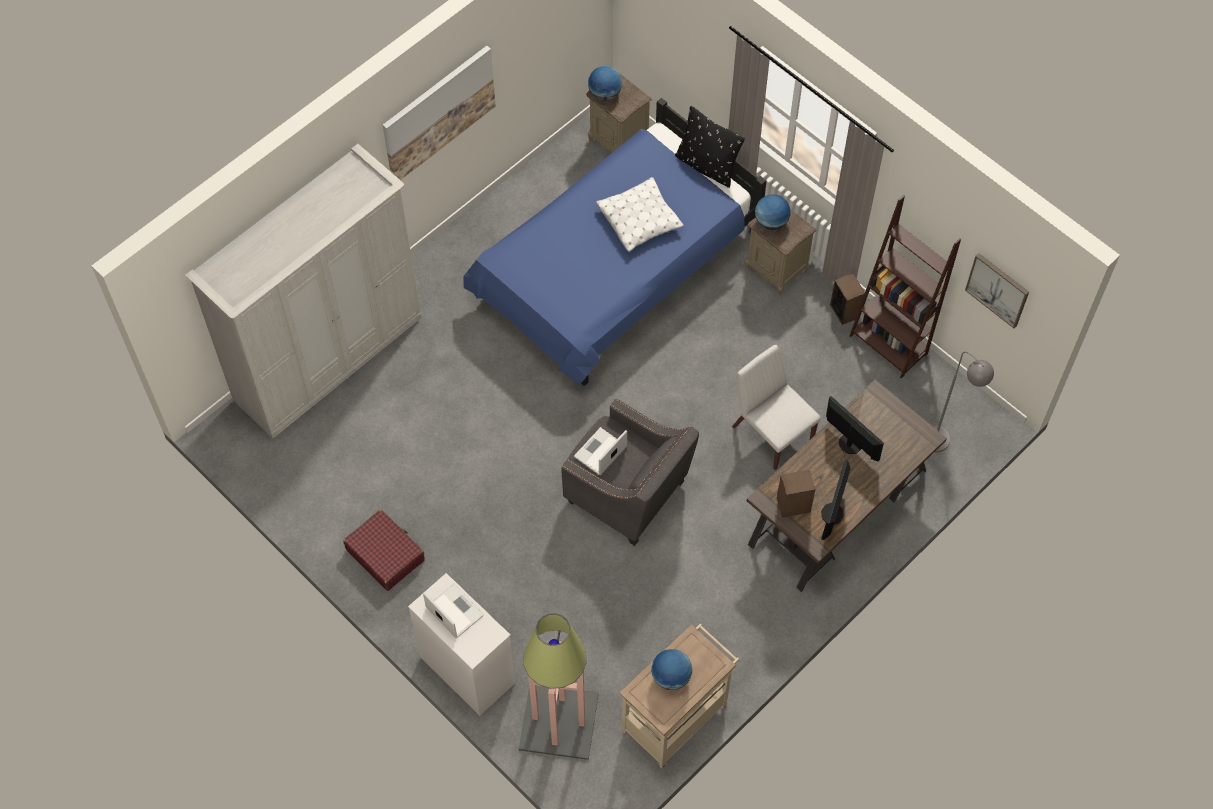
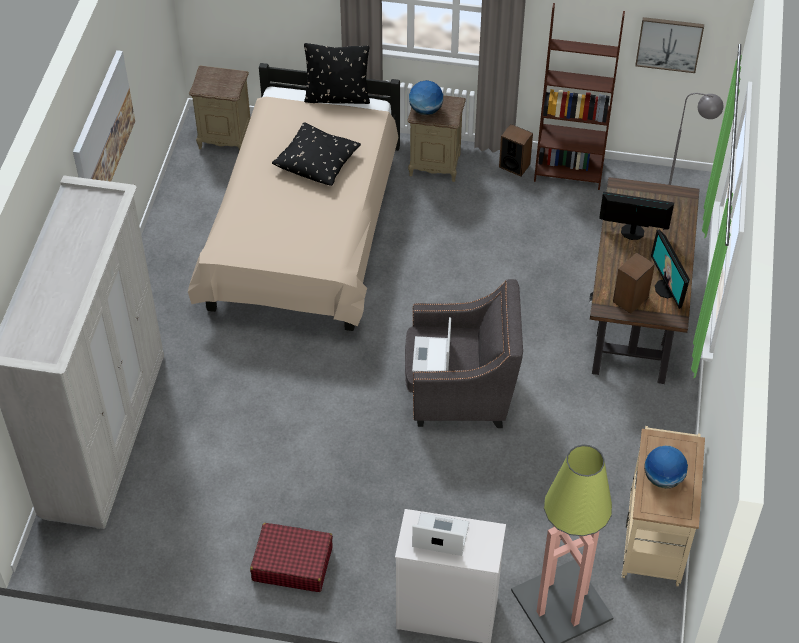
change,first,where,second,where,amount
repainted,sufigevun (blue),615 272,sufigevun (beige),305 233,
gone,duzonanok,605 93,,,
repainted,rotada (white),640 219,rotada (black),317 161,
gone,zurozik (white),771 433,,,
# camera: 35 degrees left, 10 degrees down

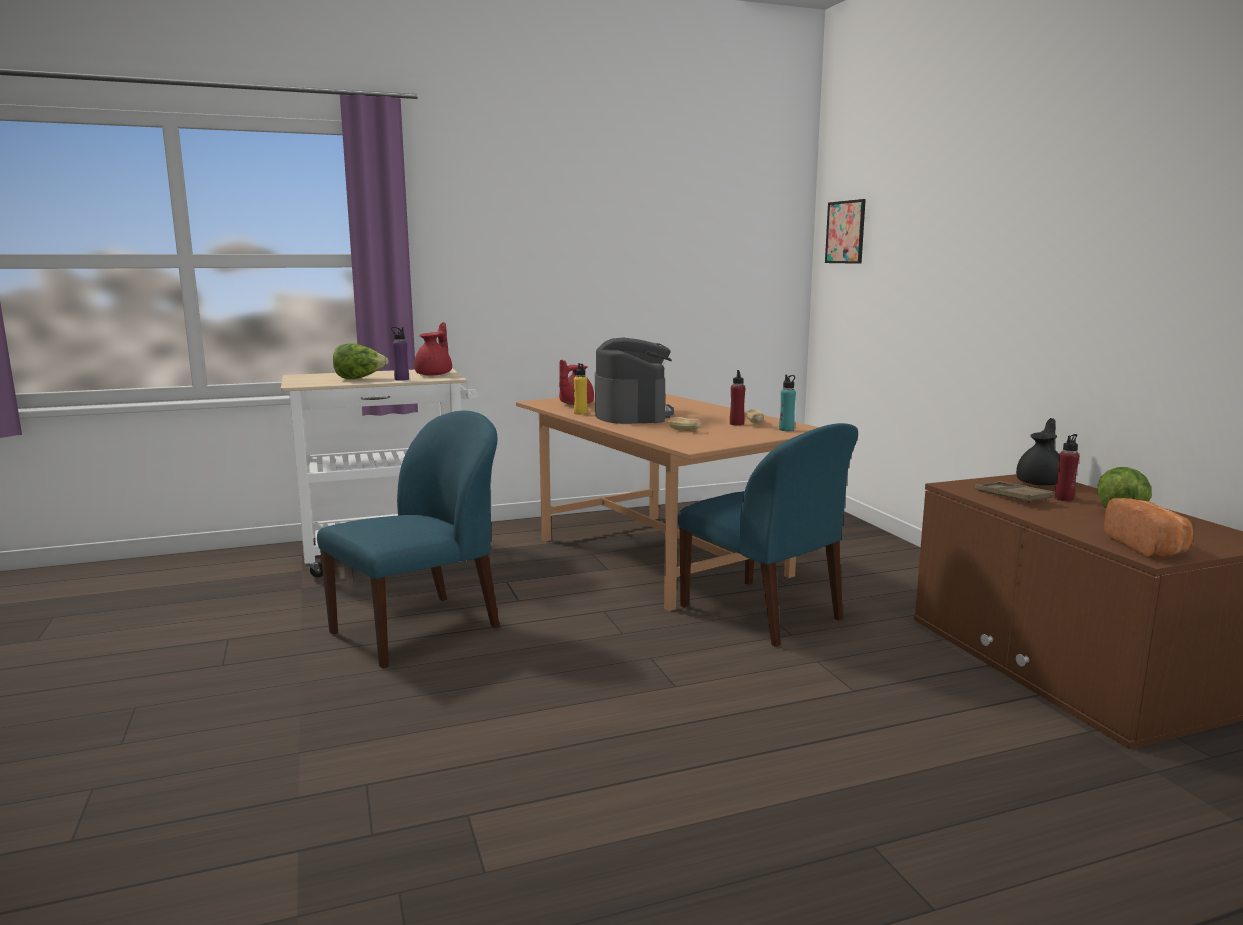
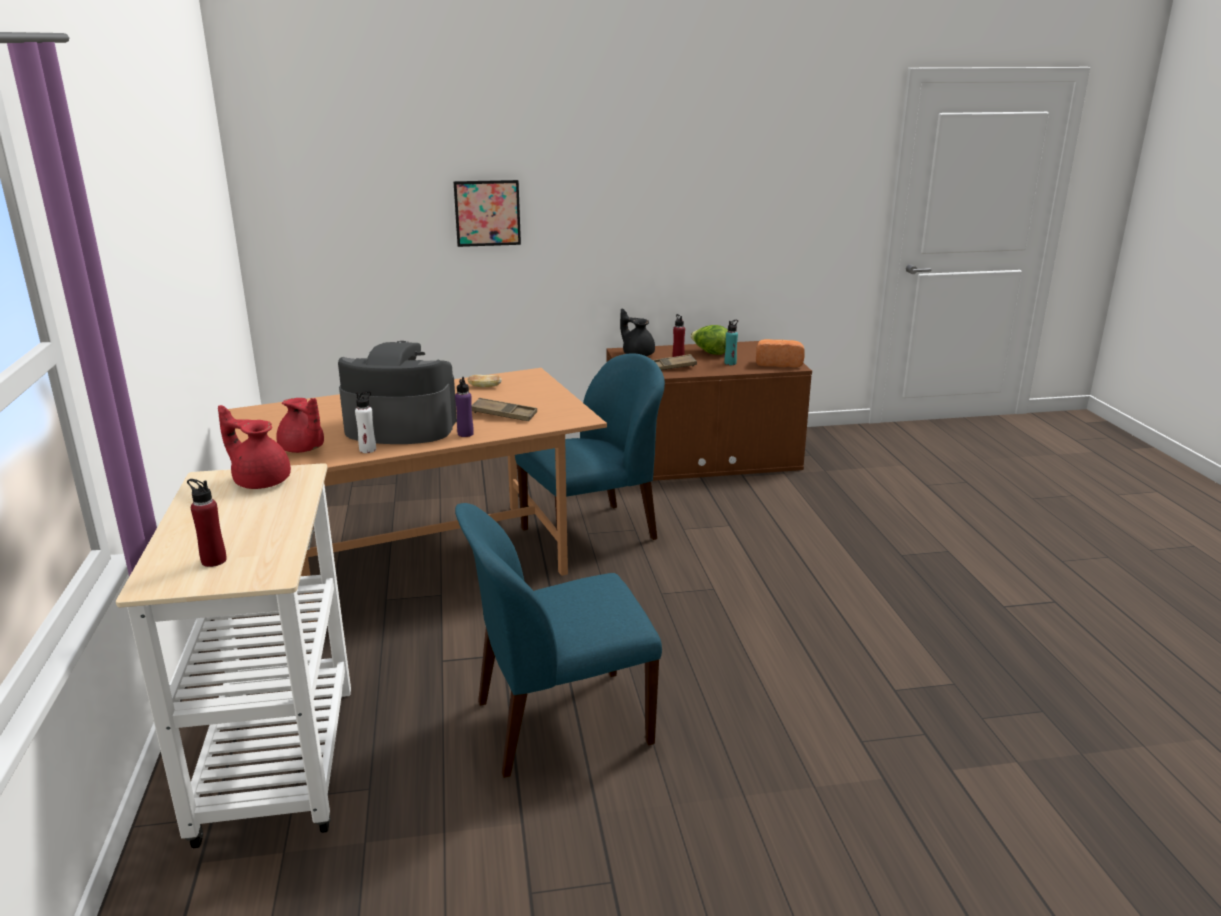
change,first,where,second,where,amount
rotated,zurozik (blue),419 630,,559 723,75 degrees counterclockwise
gone,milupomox,359 379,,,
shifted,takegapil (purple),401 379,,465 434,
repainted,takegapil (yellow),580 413,takegapil (white),368 450,
swapped,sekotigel,683 430,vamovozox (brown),503 414,
shifted,takegapil (red),736 424,,213 560,
shifted,takegapil (turquoise),786 429,,730 363,
shifted,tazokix,845 232,,487 213,
# camera: 80 degrees left, 10 degrees up

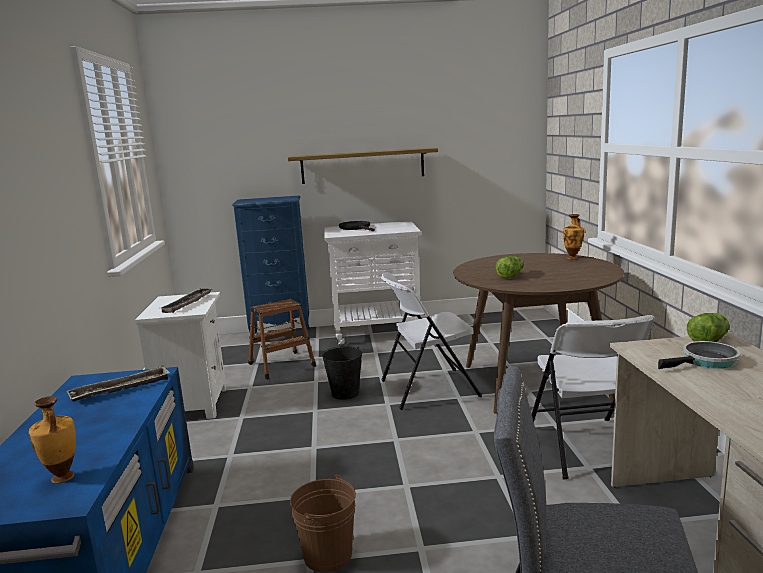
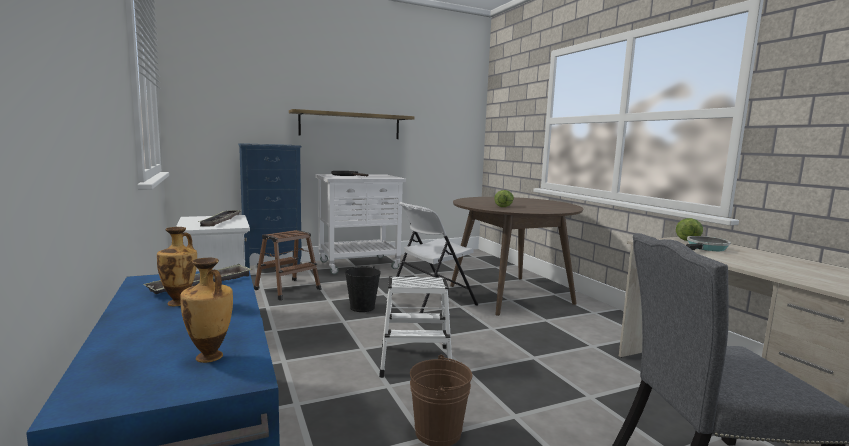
change,first,where,second,where,amount
gone,zurozik (white),587 447,,,
shifted,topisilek,573 258,,180 302,
new,,,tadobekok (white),415 360,
# camera: 20 degrees left, 5 degrees down

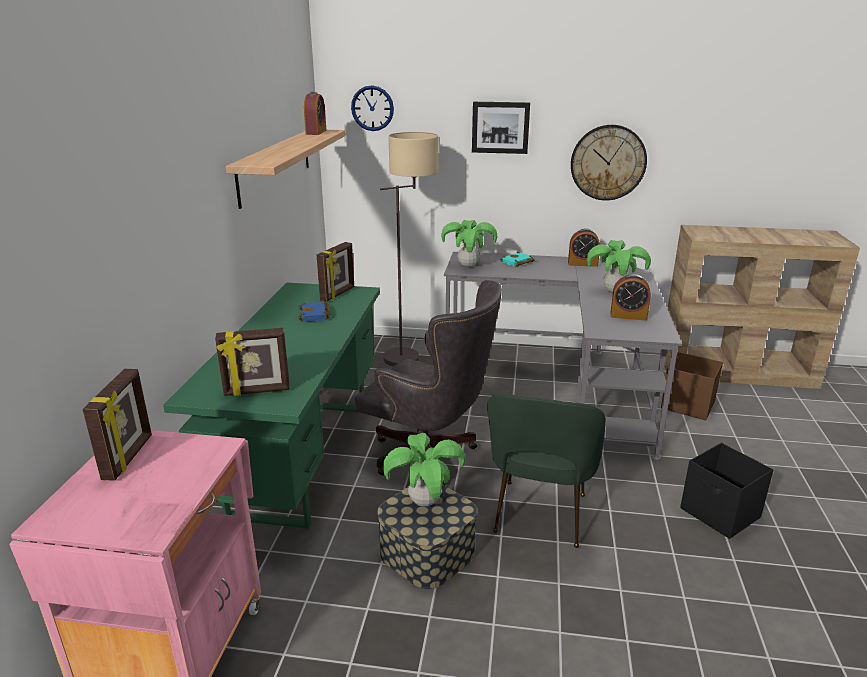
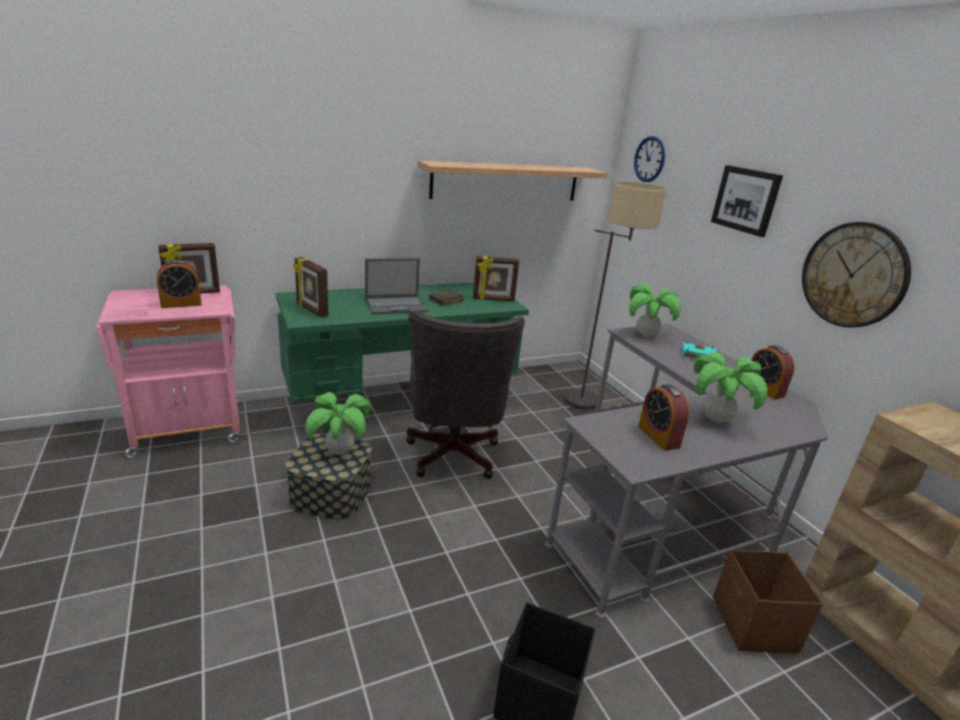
change,first,where,second,where,amount
repainted,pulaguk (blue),315 315,pulaguk (black),446 301,
shifted,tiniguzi,316 132,,181 304,
gone,zurozik (green),538 519,,,
new,,,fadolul,396 305,
# camera: 55 degrees right, 0 degrees up

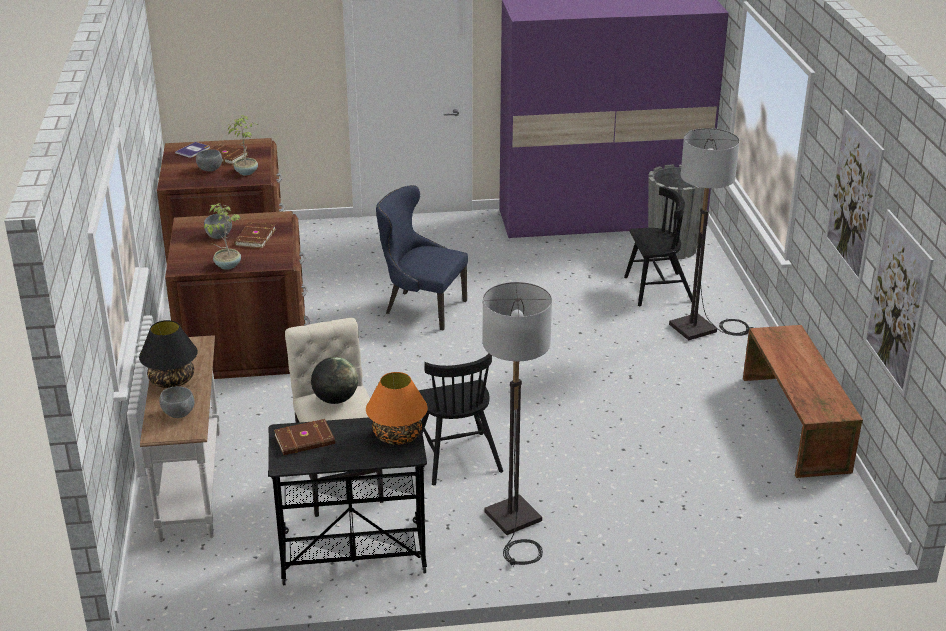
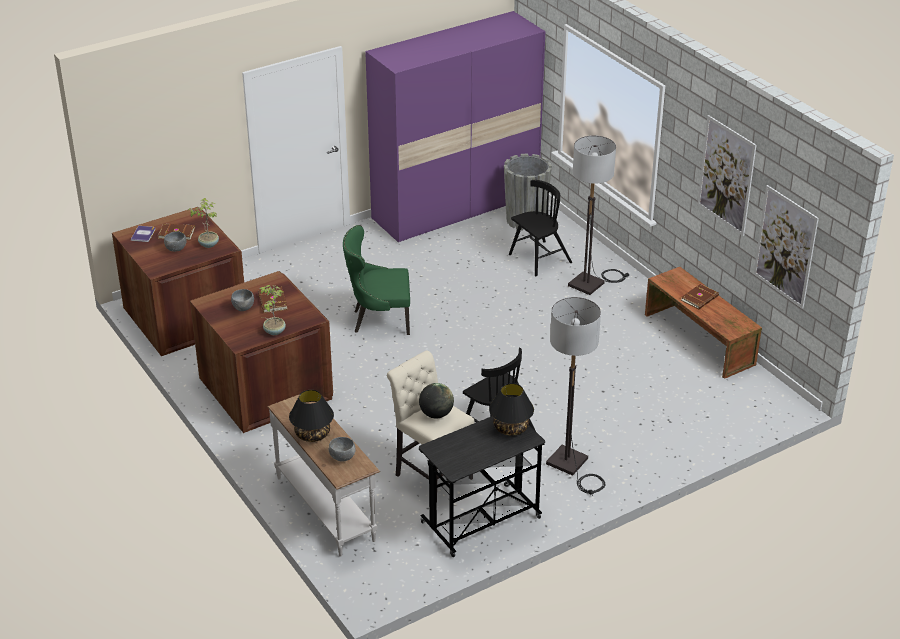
change,first,where,second,where,amount
shifted,pulaguk (brown),305 440,,700 298,
repainted,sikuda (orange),397 435,sikuda (black),510 428,
repainted,zurozik (blue),422 308,zurozik (green),379 320,
# camera: 25 degrees left, 5 degrees up

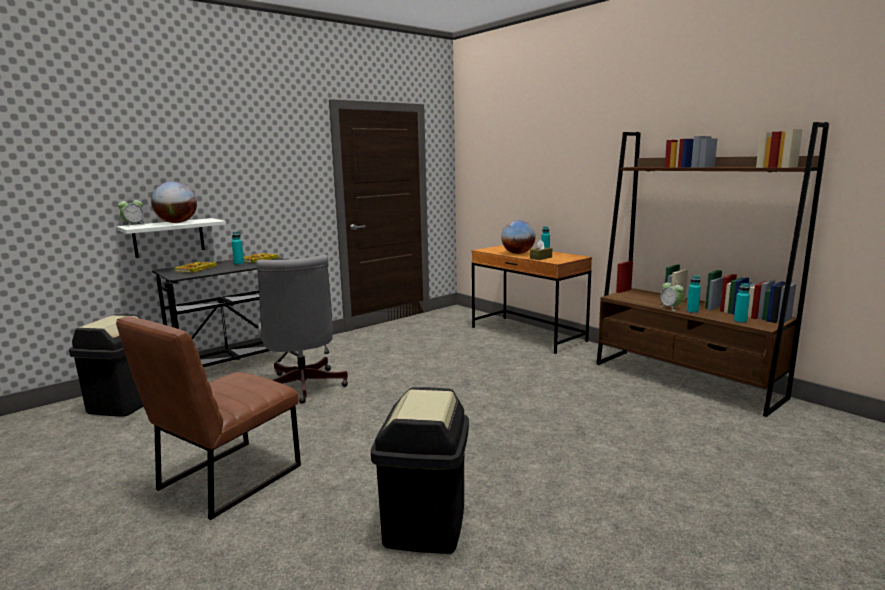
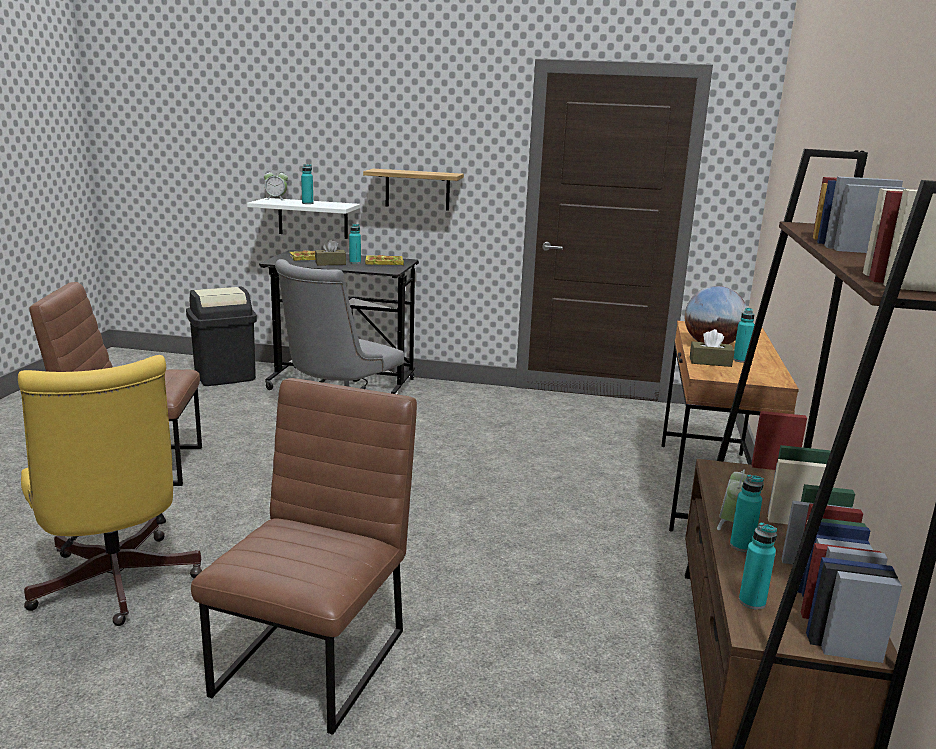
change,first,where,second,where,amount
swapped,duzonanok,177 223,takegapil (turquoise),307 203,
swapped,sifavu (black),426 525,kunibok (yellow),115 587,
new,,,zurozik (brown),315 658,
new,,,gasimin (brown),330 263,
new,,,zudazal,417 189,
# camera: 50 degrees right, 5 degrees up

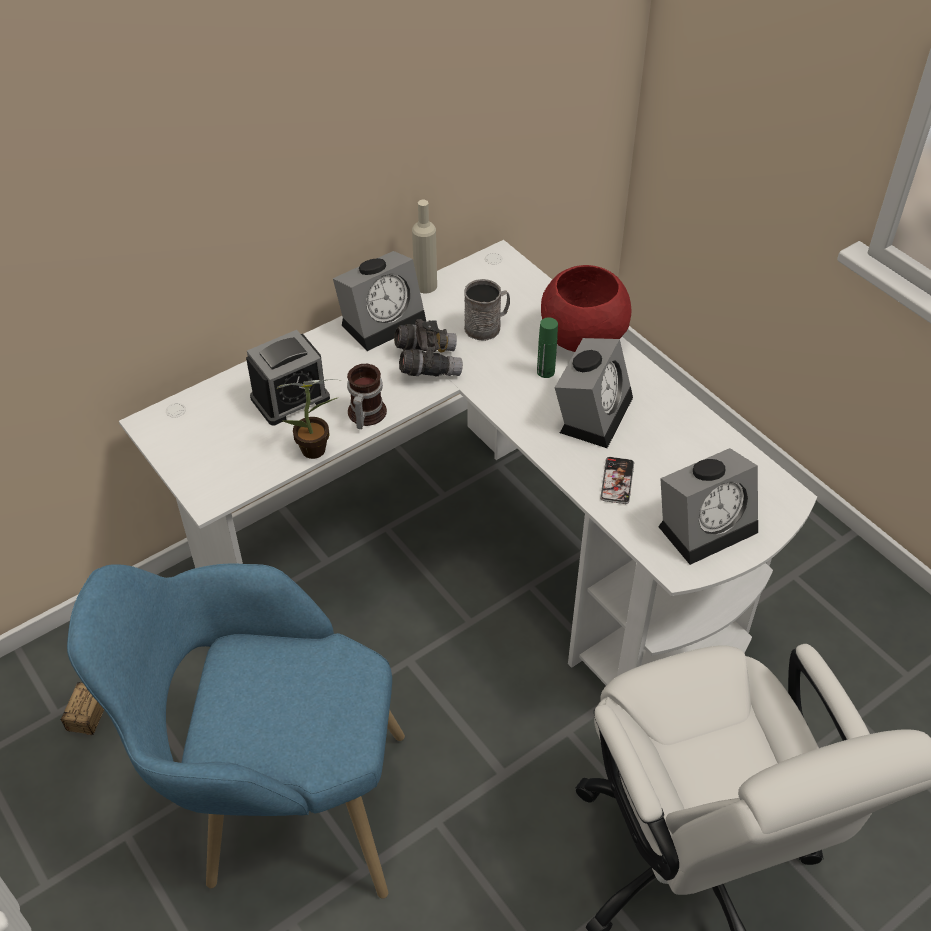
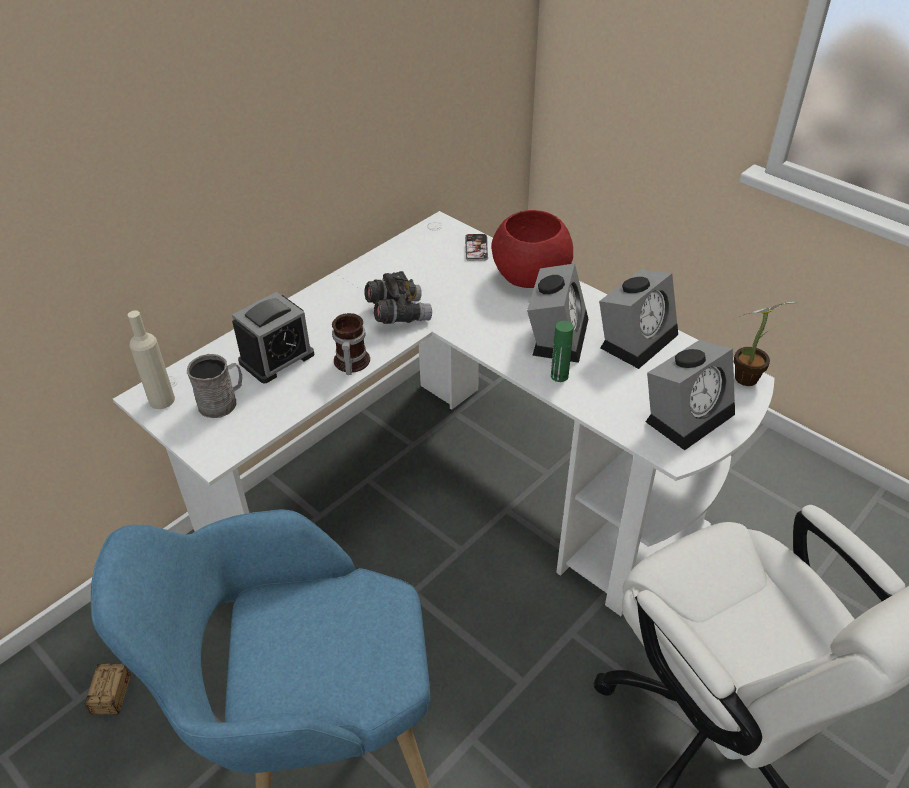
change,first,where,second,where,amount
shifted,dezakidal,318 450,,750 378,
shifted,tiniguzi,383 320,,637 338,
shifted,takegapil (beige),425 285,,162 400,
shifted,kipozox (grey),487 326,,222 402,
shifted,takegapil (green),545 371,,559 376,
shifted,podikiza,617 481,,476 248,
# camera: 10 degrees left, 5 degrees down

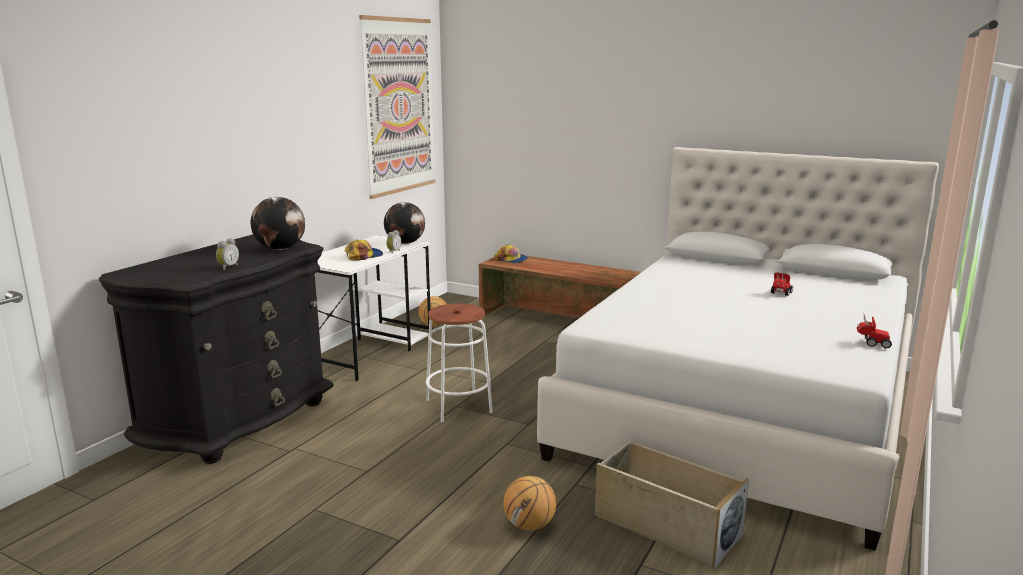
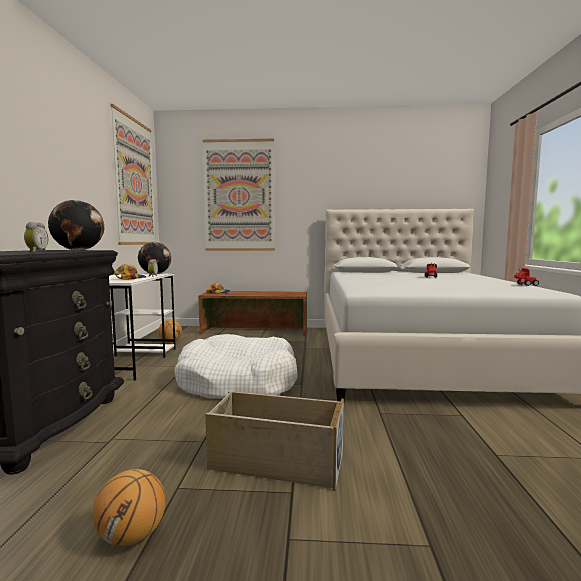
change,first,where,second,where,amount
swapped,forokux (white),458 406,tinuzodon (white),237 382,
shifted,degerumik,529 525,,132 536,
shifted,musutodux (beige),665 525,,276 462,
new,,,tazokix,239 196,
# camera: 25 degrees left, 10 degrees down

